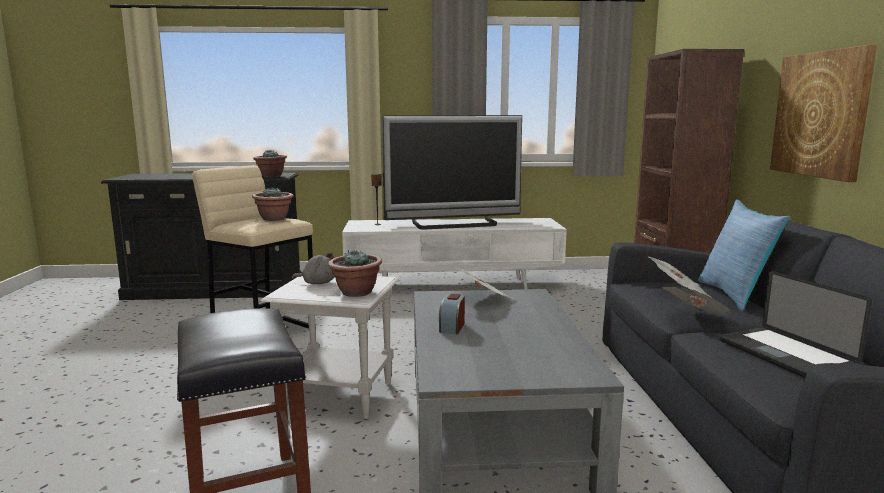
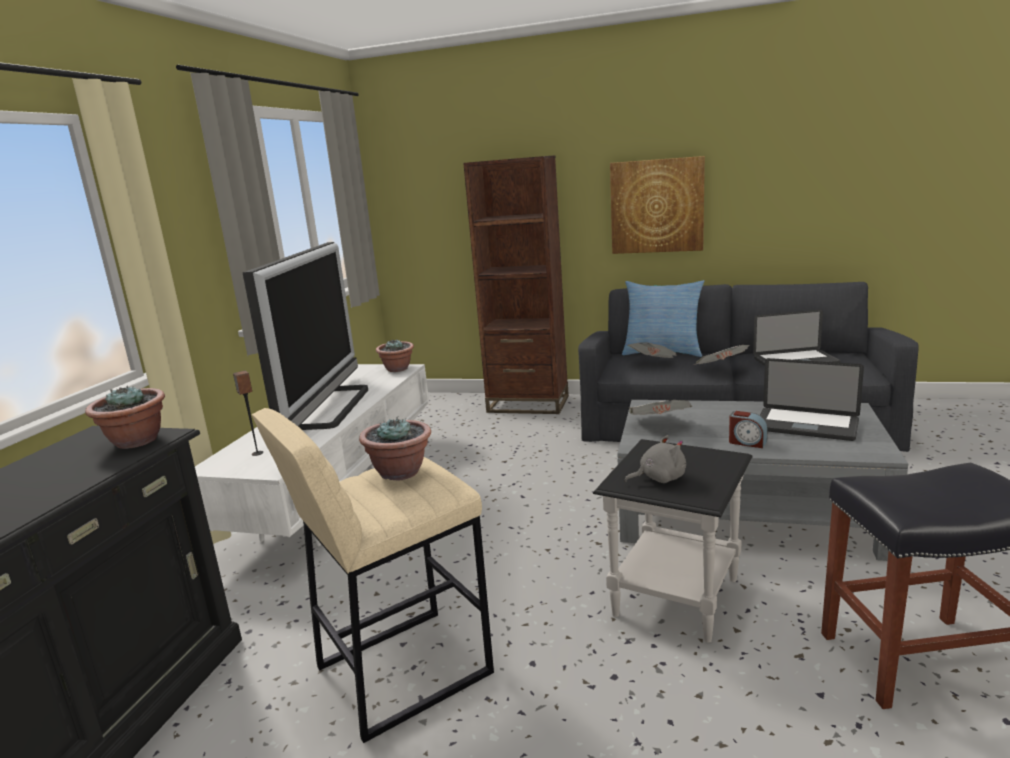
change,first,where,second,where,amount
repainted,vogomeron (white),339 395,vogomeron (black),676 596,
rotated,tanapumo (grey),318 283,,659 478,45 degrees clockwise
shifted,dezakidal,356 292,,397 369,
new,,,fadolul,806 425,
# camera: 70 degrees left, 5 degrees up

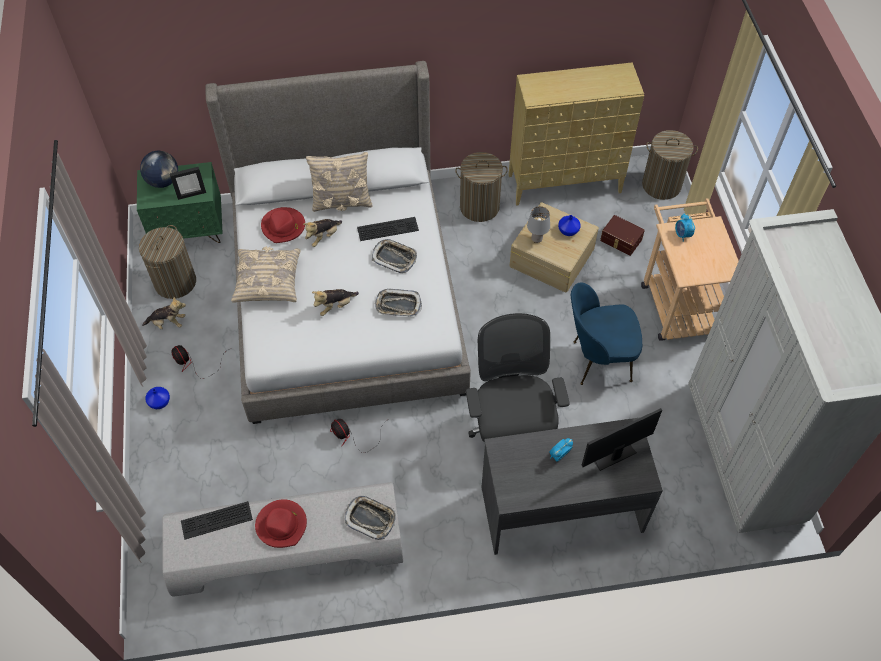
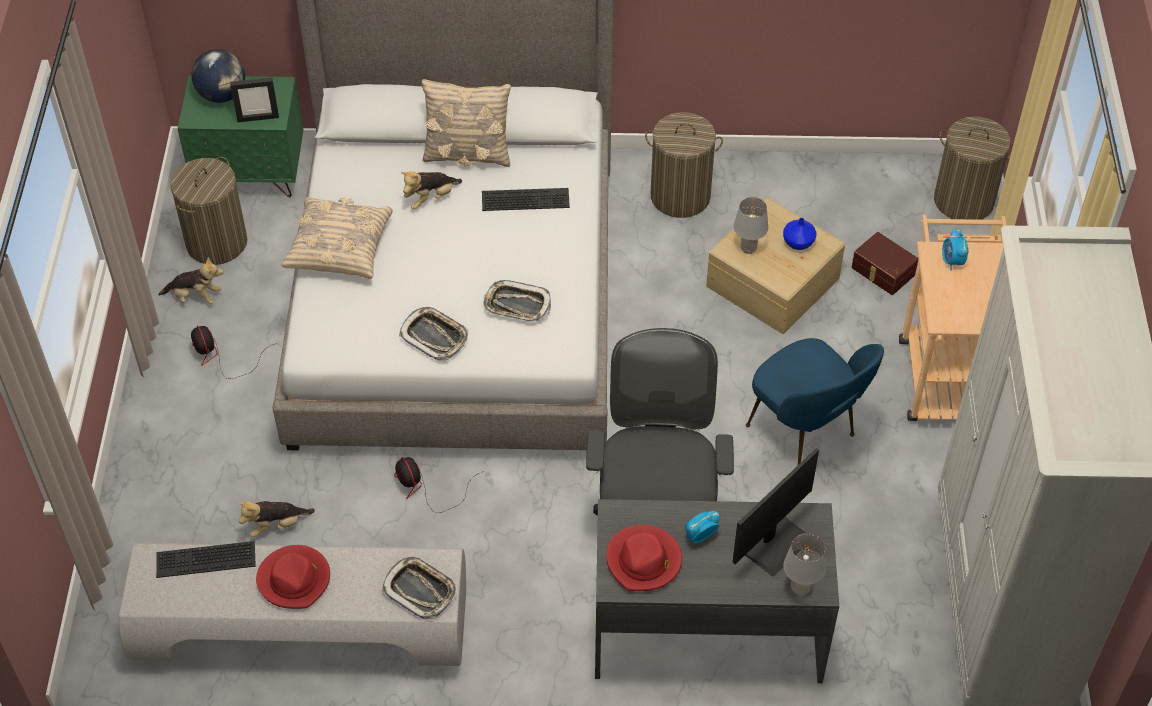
change,first,where,second,where,amount
gone,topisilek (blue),159 402,,,
shifted,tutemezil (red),283 226,,644 561,
shifted,tanapumo,335 306,,276 525,
shifted,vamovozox,394 258,,434 336,
gone,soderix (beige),565 185,,,
rotated,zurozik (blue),596 361,,805 437,135 degrees counterclockwise
rotated,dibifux,611 452,,777 544,150 degrees clockwise
new,,,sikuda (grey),800 587,
# camera: 10 degrees right, 5 degrees down

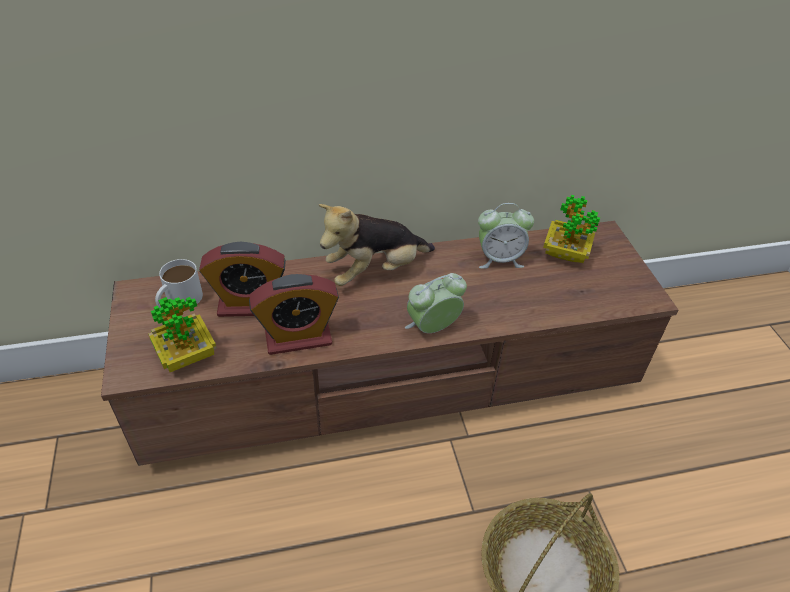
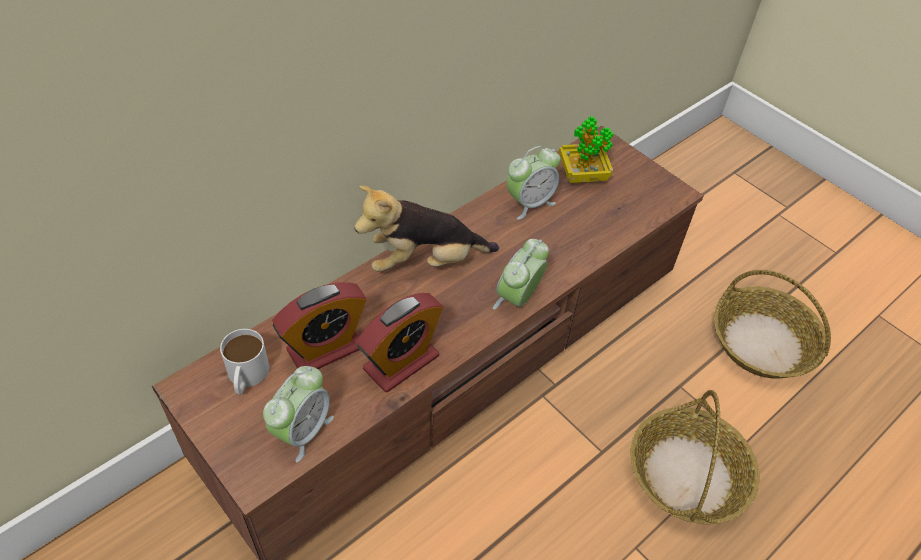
change,first,where,second,where,amount
swapped,dezakidal,186 355,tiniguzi,302 431,
rotated,tanapumo,375 271,,424 261,45 degrees clockwise
new,,,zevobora,762 343,
# camera: 30 degrees left, 5 degrees up

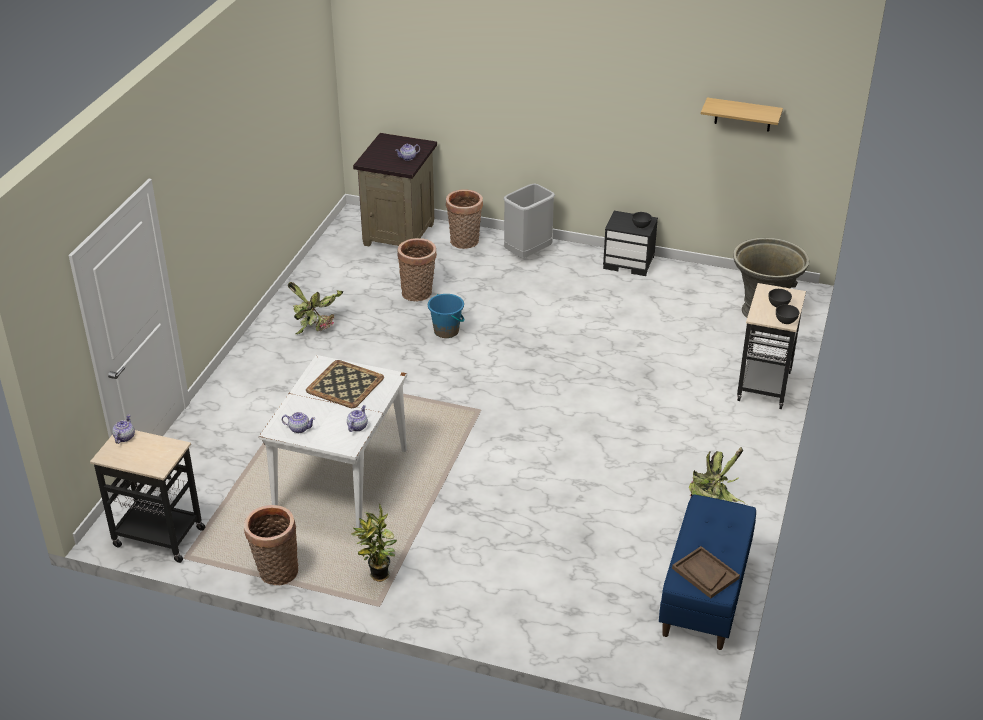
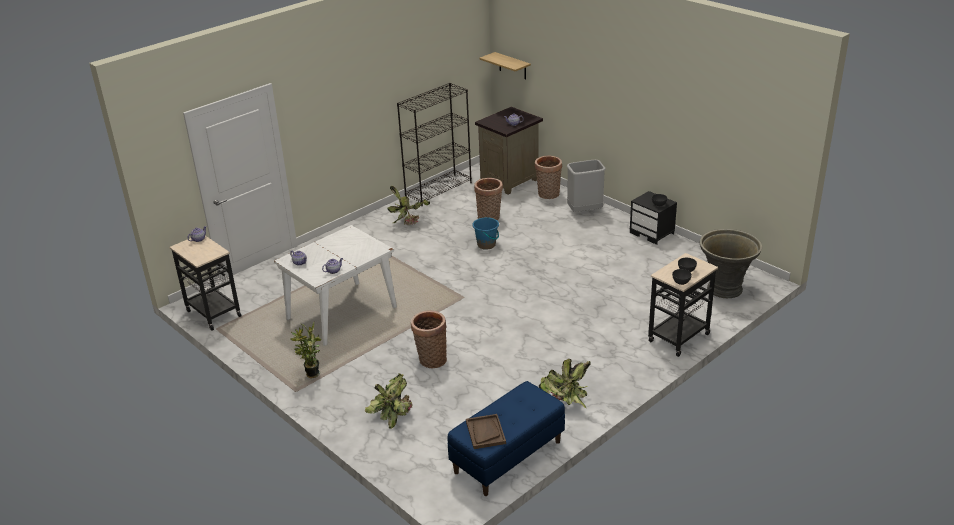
change,first,where,second,where,amount
shifted,zevobora,276 572,,431 360,
gone,vamovozox,346 384,,,
shifted,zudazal,743 114,,512 66,
new,,,dezakidal,393 413,
new,,,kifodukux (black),438 190,
# camera: 30 degrees right, 5 degrees down

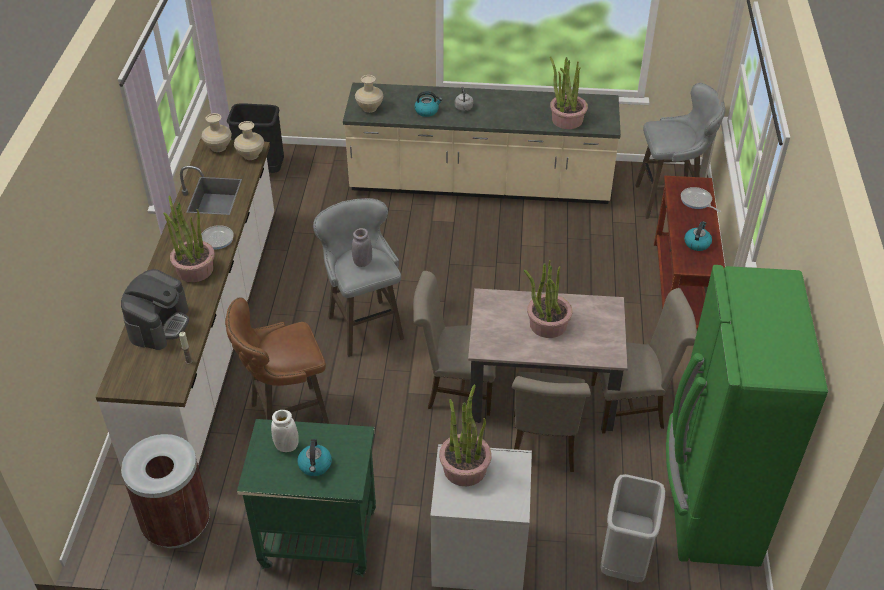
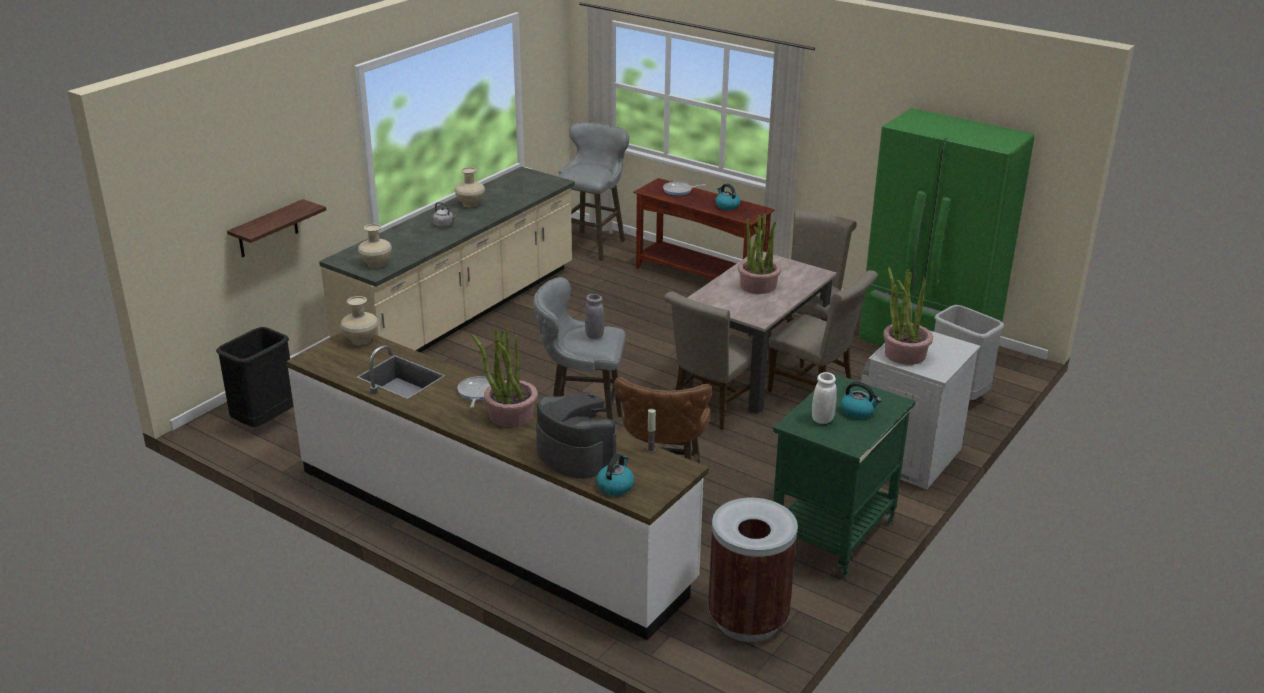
change,first,where,second,where,amount
shifted,topisilek (beige),218 147,,471 204,
shifted,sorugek,427 111,,615 486,
gone,dezakidal,566 119,,,
new,,,zudazal,268 229,
# camera: 60 degrees left, 15 degrees down

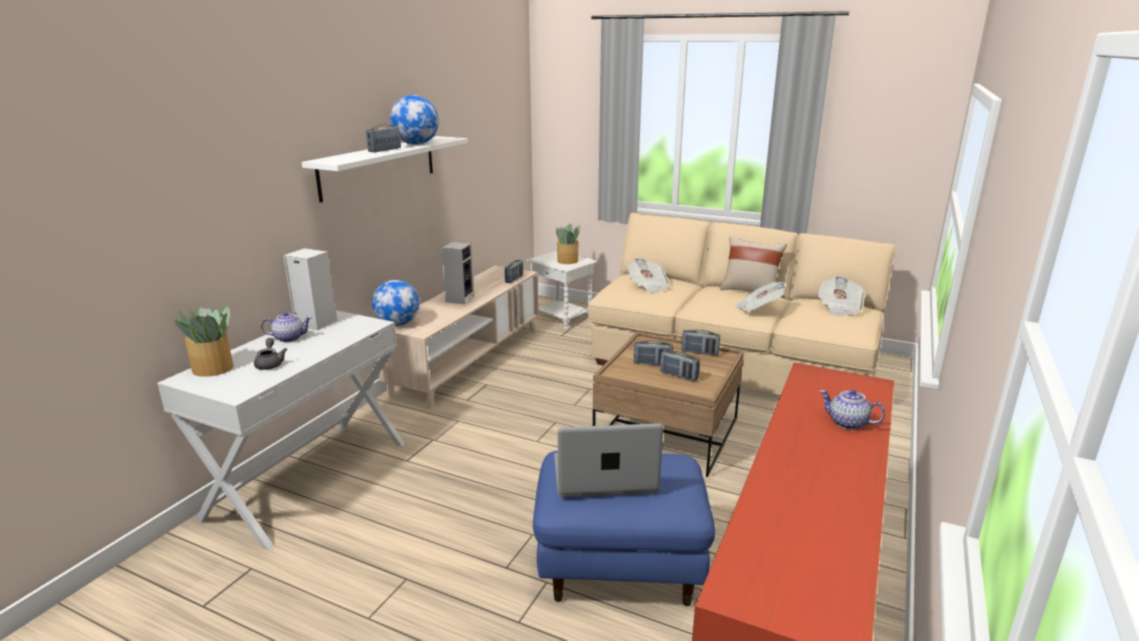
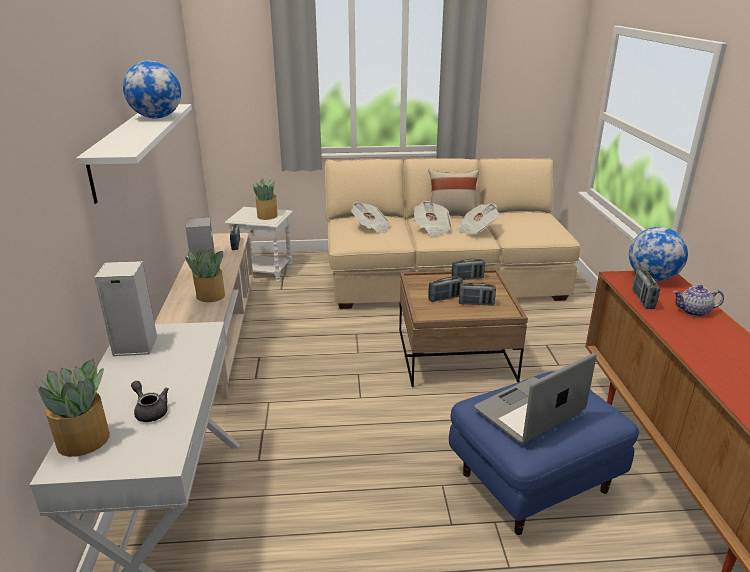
change,first,where,second,where,amount
gone,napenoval,289 338,,,
shifted,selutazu,384 150,,643 299,
shifted,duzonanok,397 324,,652 278,
shifted,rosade,839 309,,432 229,
new,,,dezakidal,210 295,
# camera: 30 degrees left, 5 degrees up

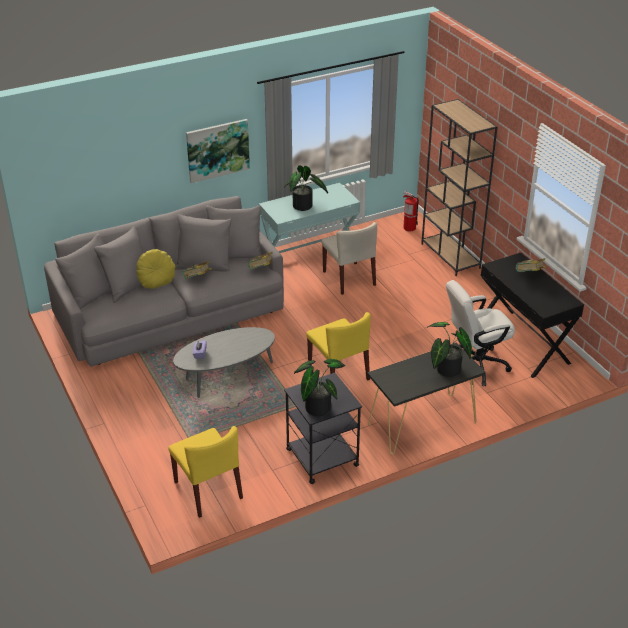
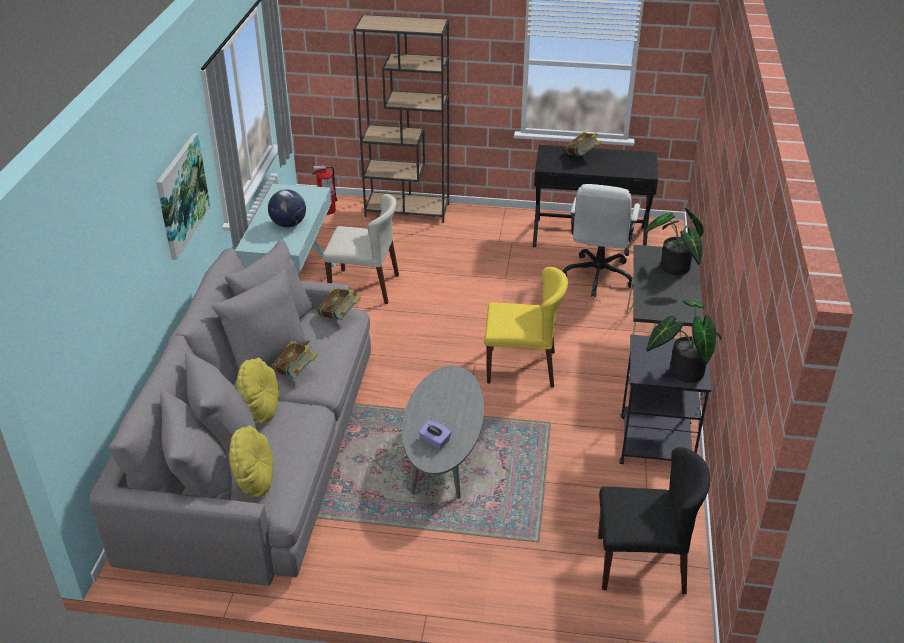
change,first,where,second,where,amount
repainted,zurozik (yellow),208 490,zurozik (black),641 563,
swapped,dezakidal,304 207,duzonanok,289 224,
new,,,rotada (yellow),255 483,
# camera: 55 degrees left, 0 degrees up

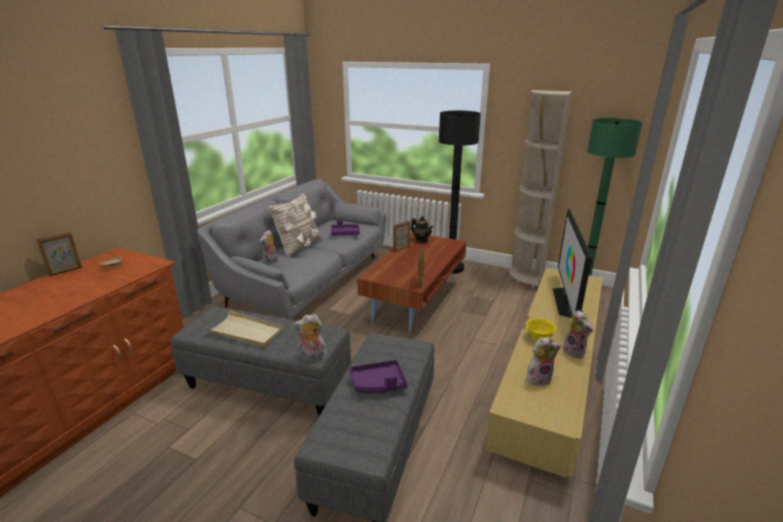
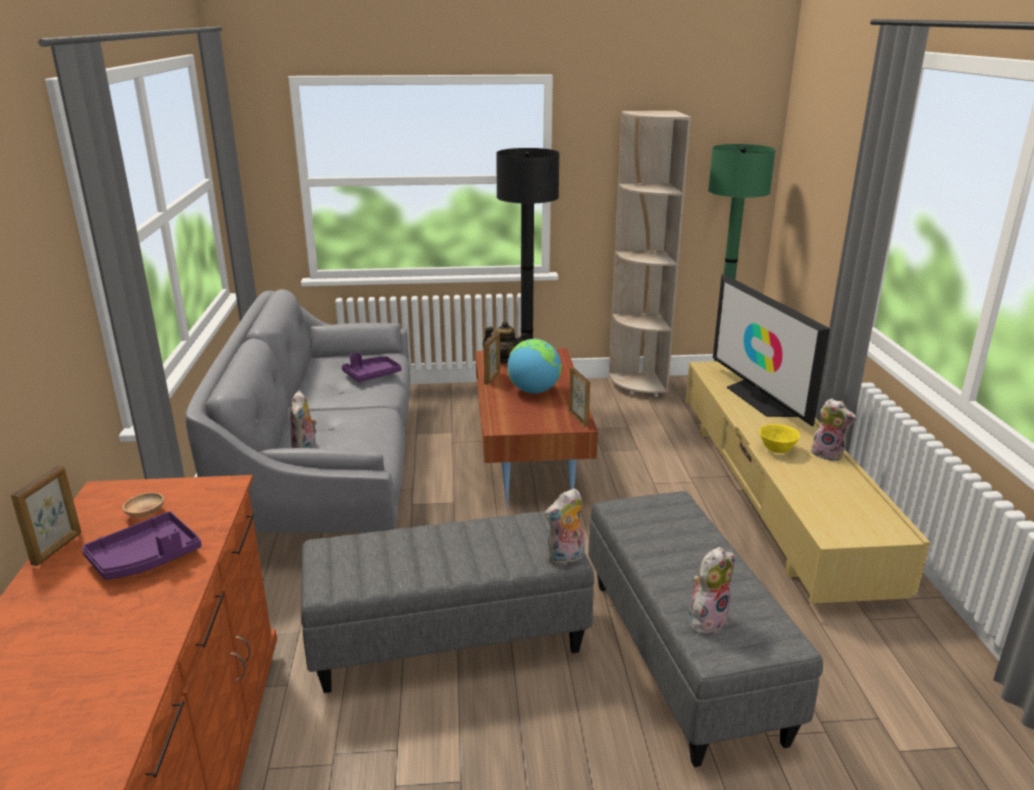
change,first,where,second,where,amount
gone,vamovozox (beige),246 331,,,
gone,rotada (beige),299 247,,,
shifted,vamovozox (purple),378 384,,146 558,
shifted,tanapumo,538 378,,706 619,
new,,,duzonanok,534 391,
# camera: 30 degrees left, 0 degrees up

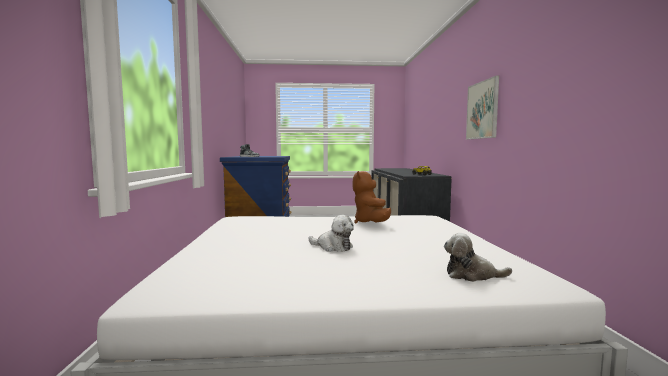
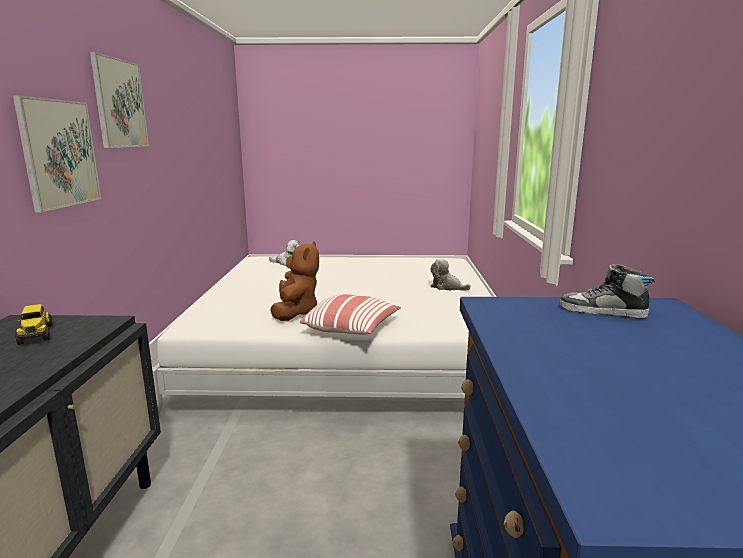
change,first,where,second,where,amount
shifted,tanapumo,333 247,,447 287,
new,,,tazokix,120 103,
new,,,rotada,352 328,
# camera: 175 degrees left, 10 degrees up

